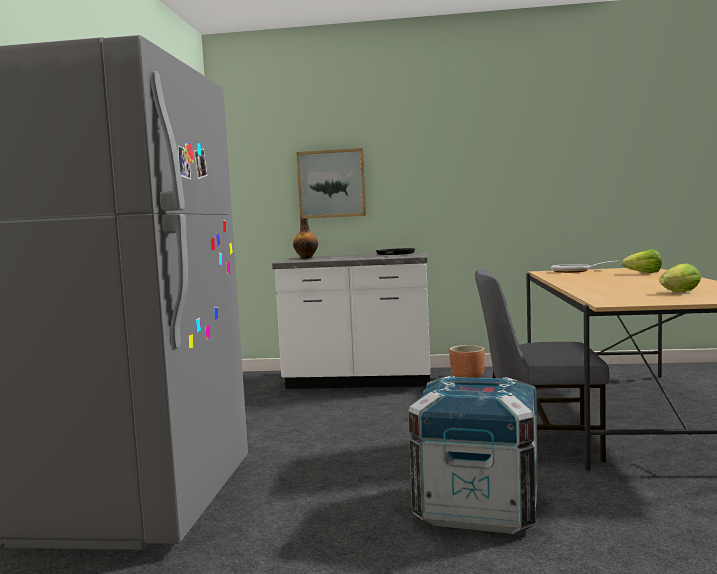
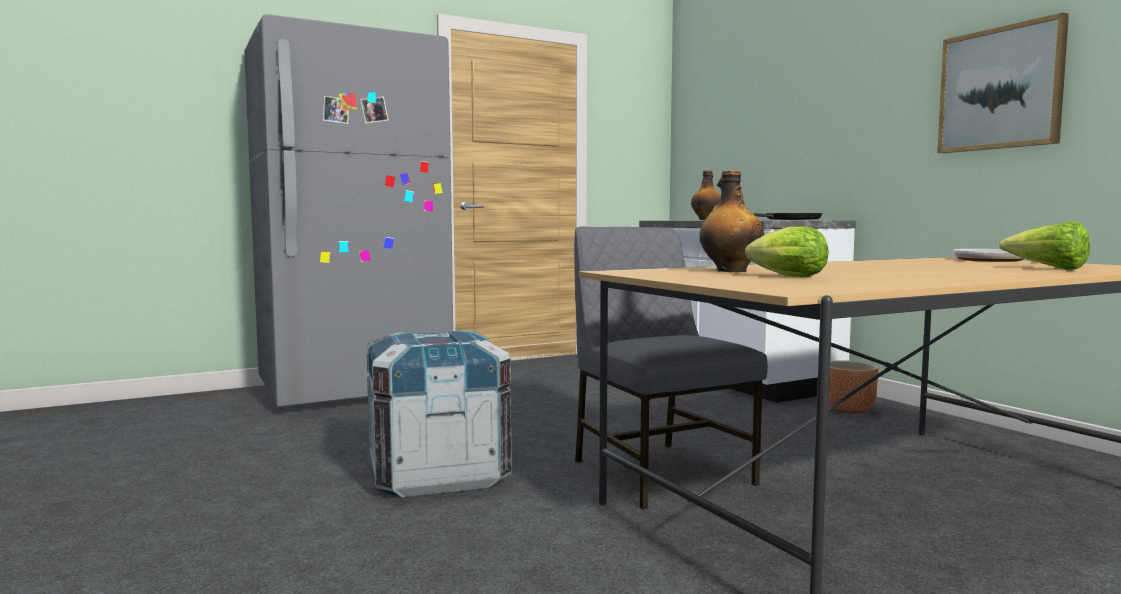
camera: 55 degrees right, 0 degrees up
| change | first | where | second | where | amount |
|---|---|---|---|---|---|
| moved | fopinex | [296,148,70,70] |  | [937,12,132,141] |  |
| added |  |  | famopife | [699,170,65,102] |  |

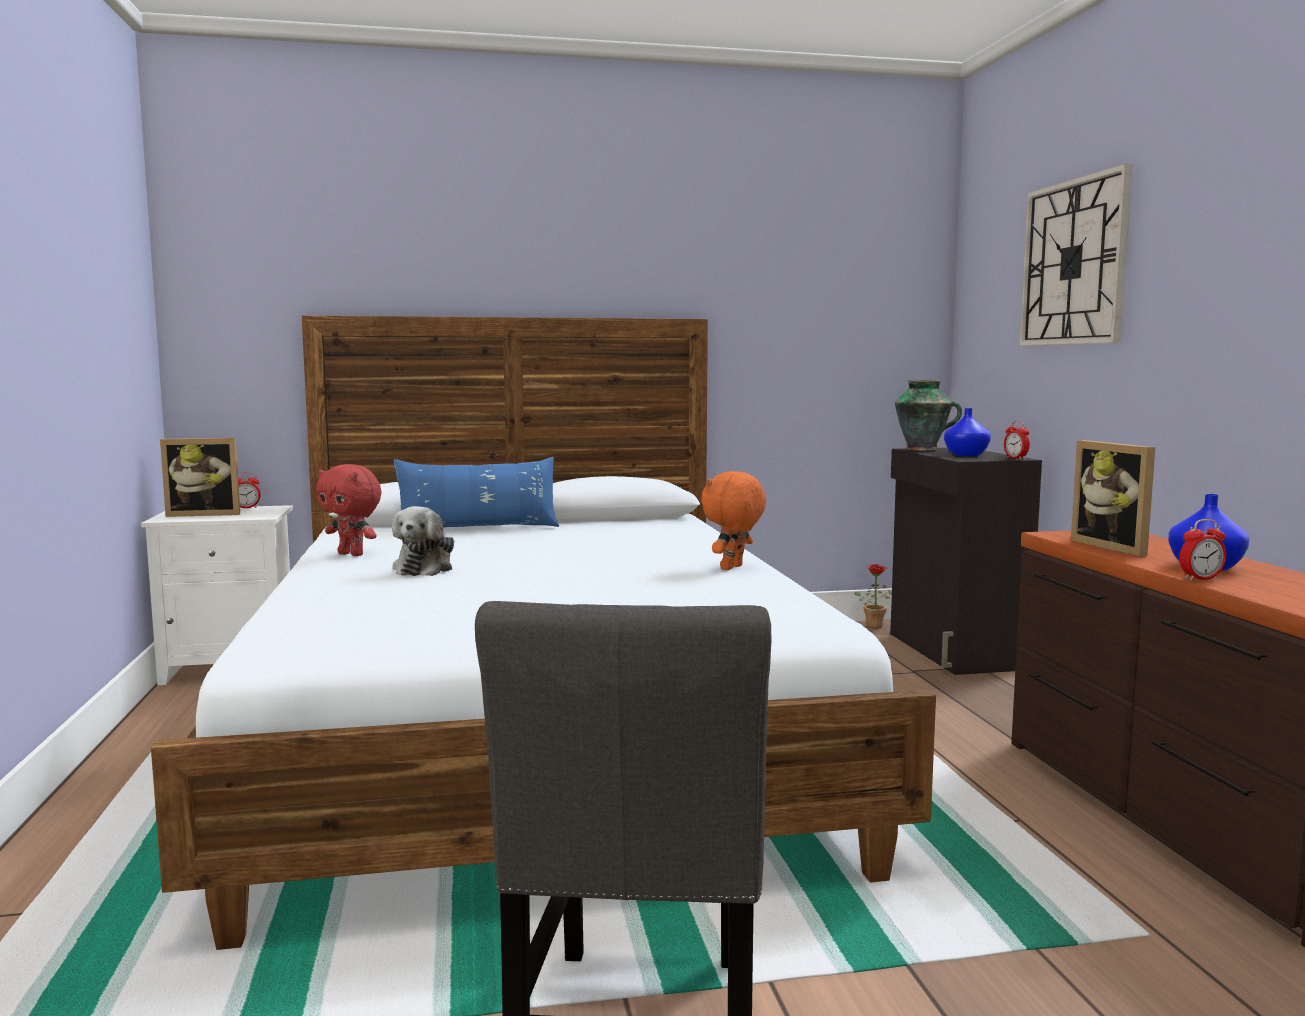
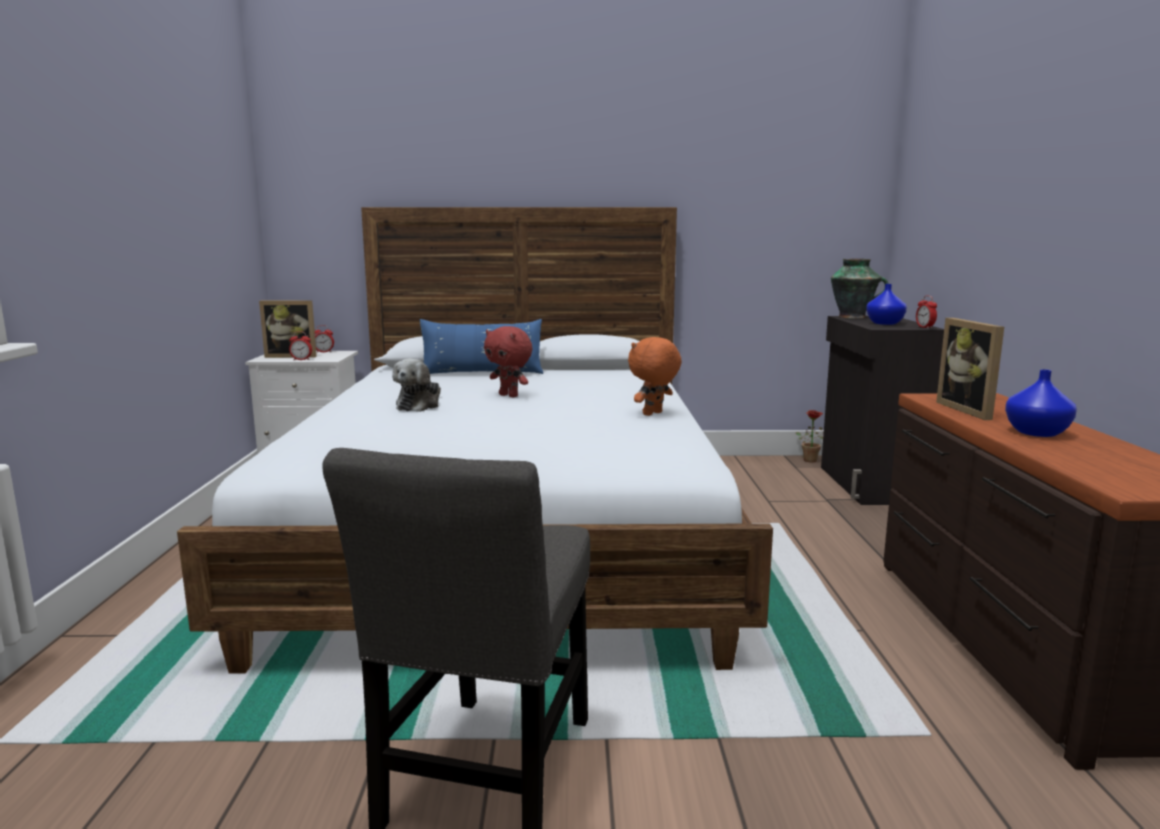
camera: 10 degrees right, 5 degrees up
| change | first | where | second | where | amount |
|---|---|---|---|---|---|
| moved | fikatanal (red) | [316,464,65,92] |  | [484,326,48,71] |  |
| removed | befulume | [1019,164,114,182] |  |  |  |
| moved | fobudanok | [1179,519,48,62] |  | [289,331,23,29] |  |

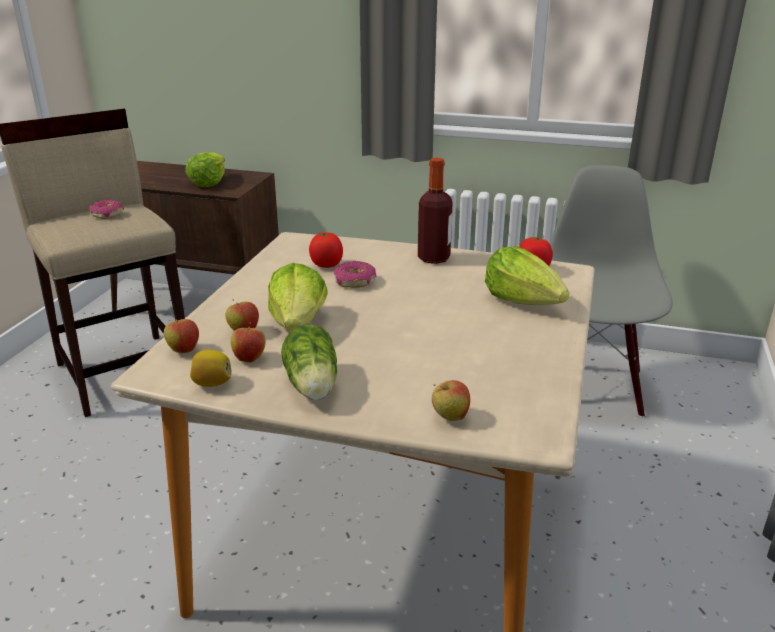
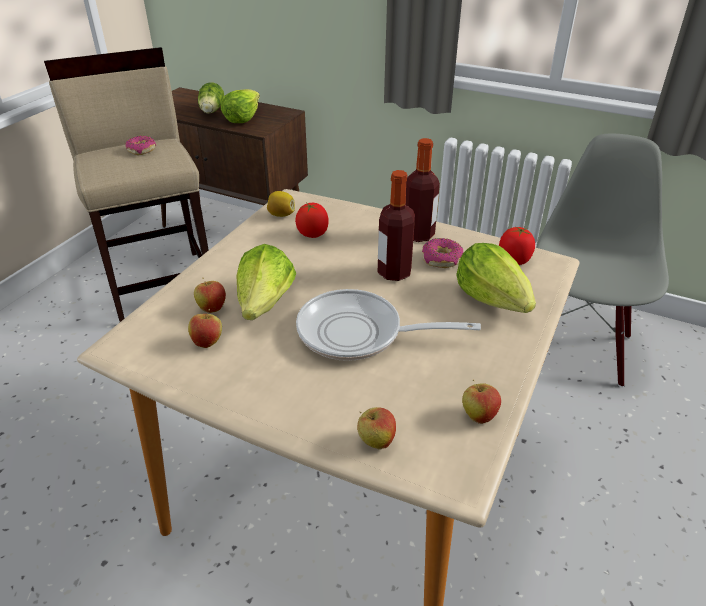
camera: 10 degrees right, 10 degrees up
| change | first | where | second | where | amount |
|---|---|---|---|---|---|
| moved | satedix | [164,316,35,38] |  | [462,379,39,45] |  |
| moved | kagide | [190,350,41,37] |  | [267,191,28,26] |  |
| moved | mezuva | [281,325,56,75] |  | [198,82,26,32] |  |
| moved | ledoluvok | [334,261,43,27] |  | [422,238,41,30] |  |
| added |  |  | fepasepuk | [296,289,185,72] |  |
| added |  |  | famopife | [378,170,37,111] |  |

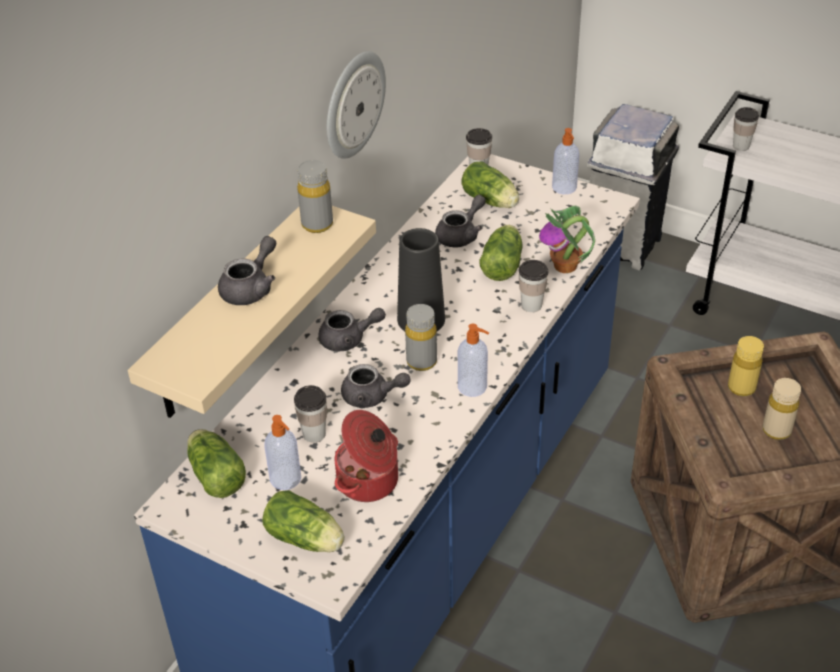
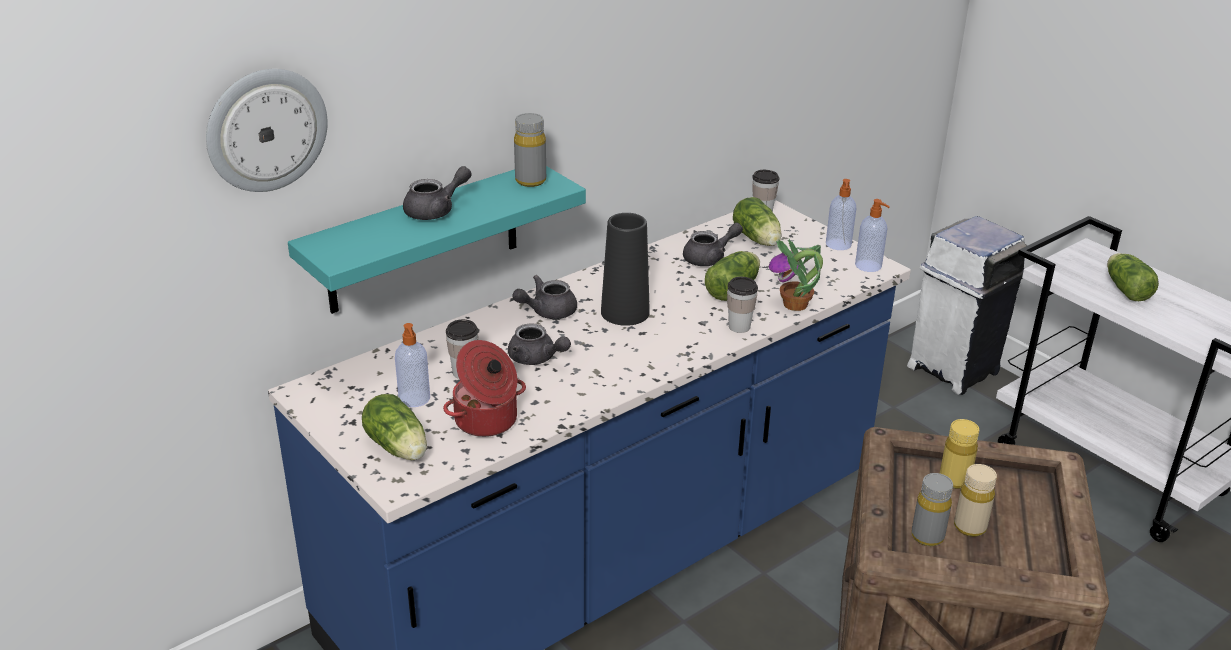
camera: 20 degrees right, 10 degrees down
| change | first | where | second | where | amount |
|---|---|---|---|---|---|
| recoloured | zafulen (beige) | [128,206,248,212] | zafulen (turquoise) | [288,166,298,148] |  |
| moved | mezuva | [187,429,59,69] |  | [1107,253,52,48] |  |
| turned | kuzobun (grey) | [318,308,68,43] |  | [512,275,65,44] | 135 degrees clockwise |
| moved | befulume | [327,51,59,108] |  | [206,69,122,123] |  |
| moved | famopife (grey) | [405,304,32,67] |  | [911,473,42,73] |  |
| moved | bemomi | [458,324,31,73] |  | [855,199,35,73] |  |
| removed | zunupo | [733,107,26,44] |  |  |  |

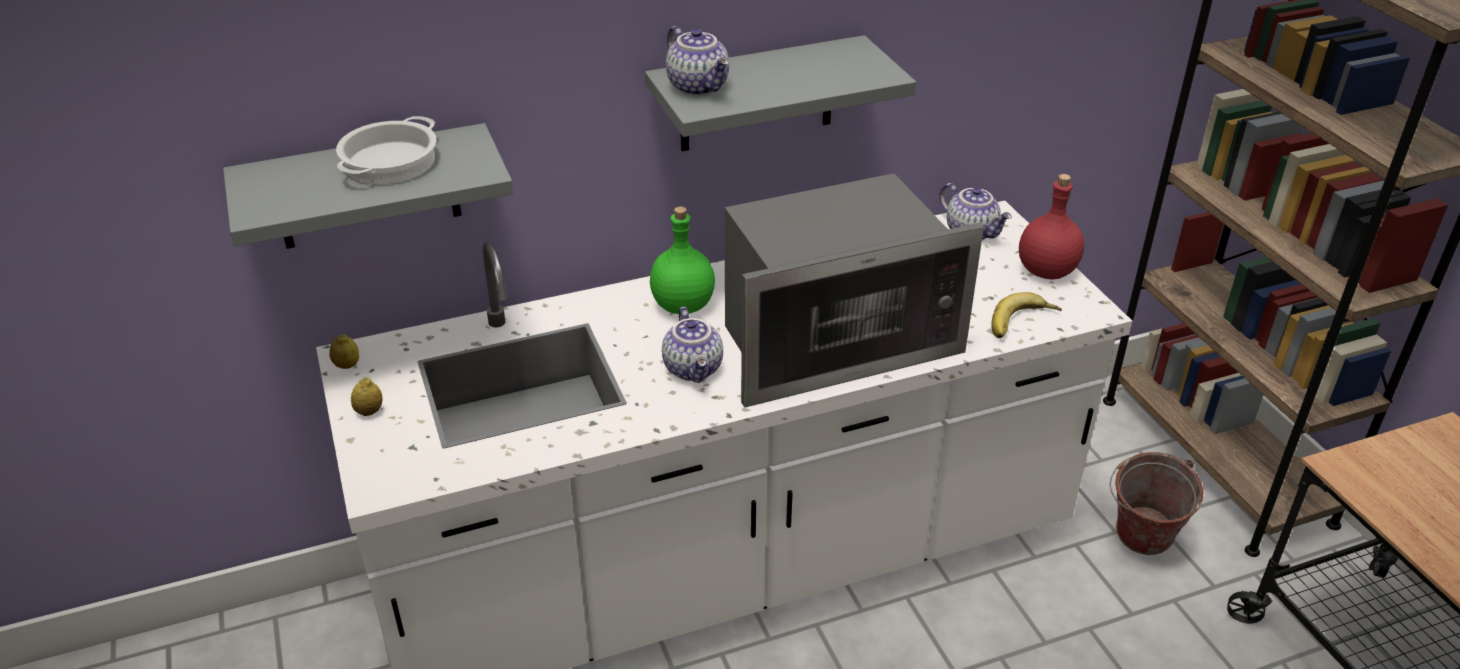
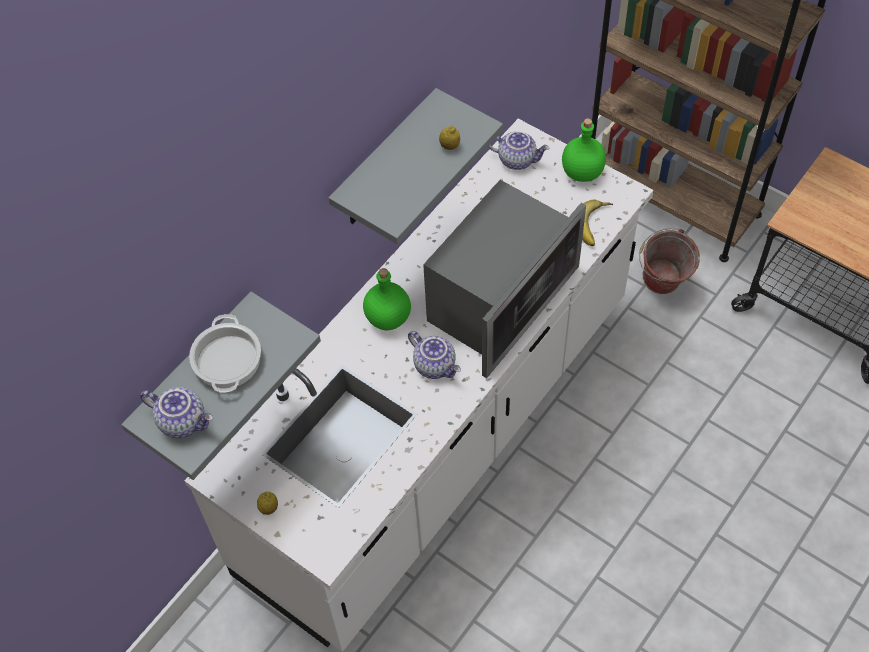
camera: 30 degrees left, 20 degrees up
| change | first | where | second | where | amount |
|---|---|---|---|---|---|
| moved | kagide | [329,334,30,35] |  | [439,126,21,24] |  |
| moved | kuzobun | [666,26,63,70] |  | [140,387,73,51] |  |
| recoloured | famopife (red) | [1019,174,65,106] | famopife (green) | [562,118,44,64] |  |

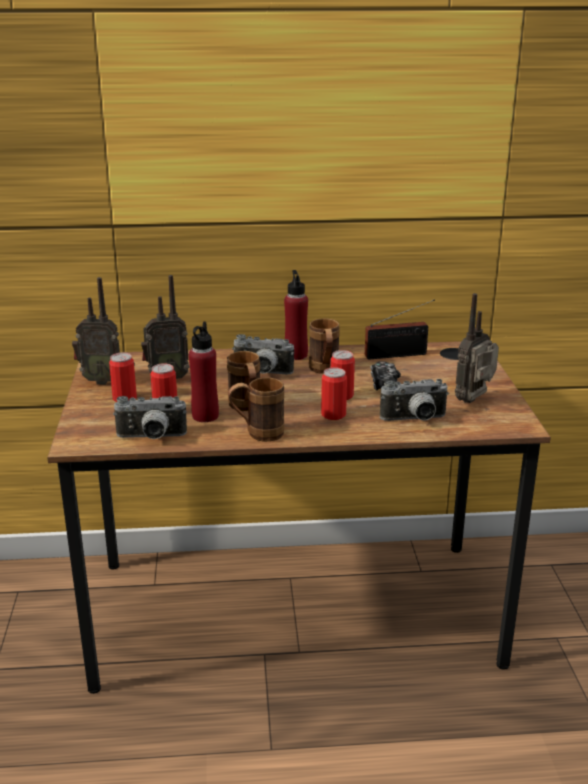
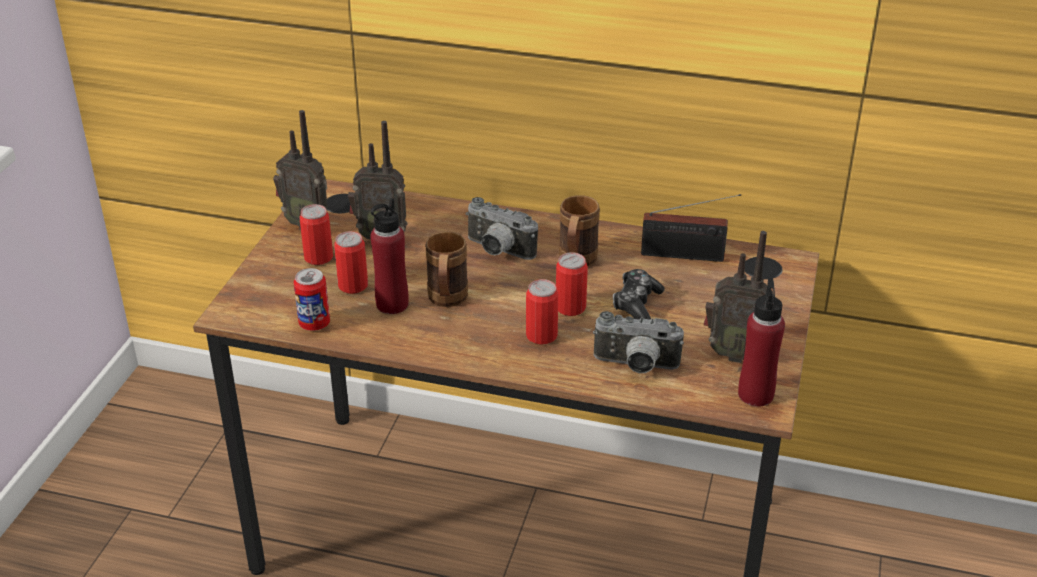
camera: 20 degrees right, 10 degrees up
| change | first | where | second | where | amount |
|---|---|---|---|---|---|
| replaced | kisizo | [113,396,74,43] | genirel | [294,268,36,63] |  |
| removed | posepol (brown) | [228,377,56,65] |  |  |  |
| moved | famopife (red) | [284,270,24,90] |  | [738,278,47,128] |  |
| turned | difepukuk | [455,293,44,110] |  | [704,231,69,132] | 135 degrees counterclockwise |

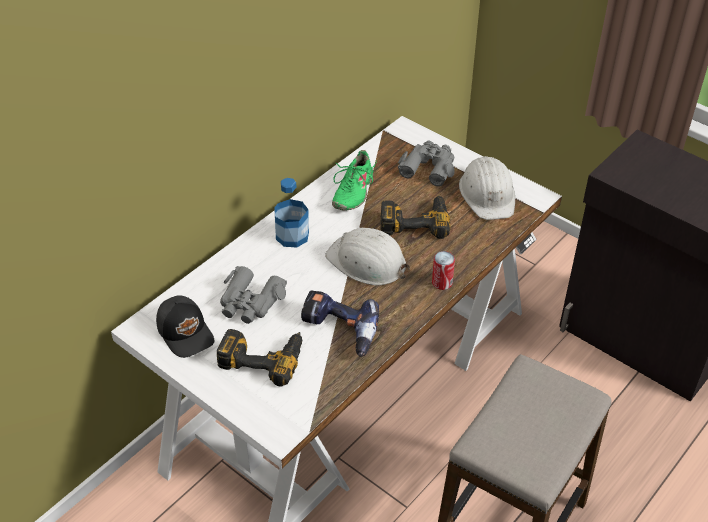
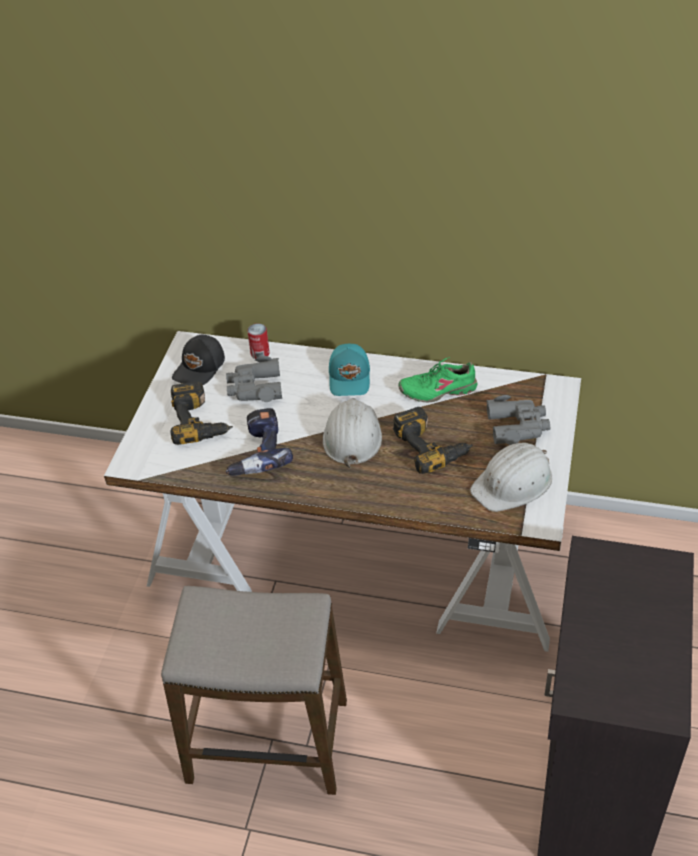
camera: 65 degrees right, 0 degrees up
| change | first | where | second | where | amount |
|---|---|---|---|---|---|
| replaced | famopife | [274,178,35,69] | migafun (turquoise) | [329,344,41,52] |  |
| moved | genirel | [432,251,23,39] |  | [247,323,23,36] |  |

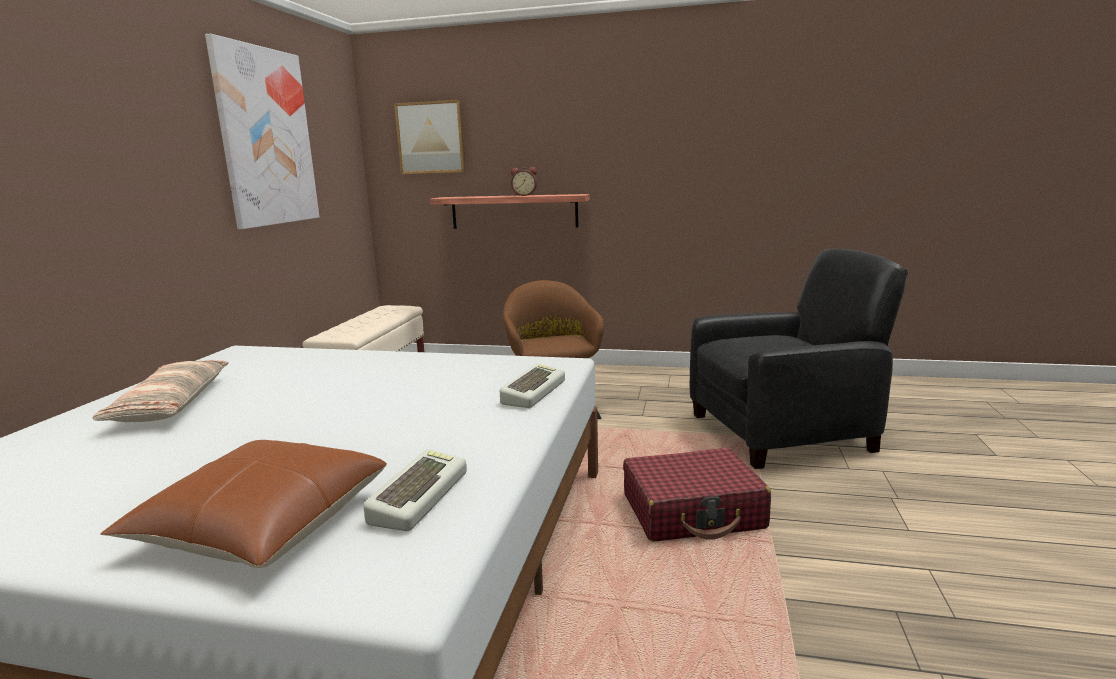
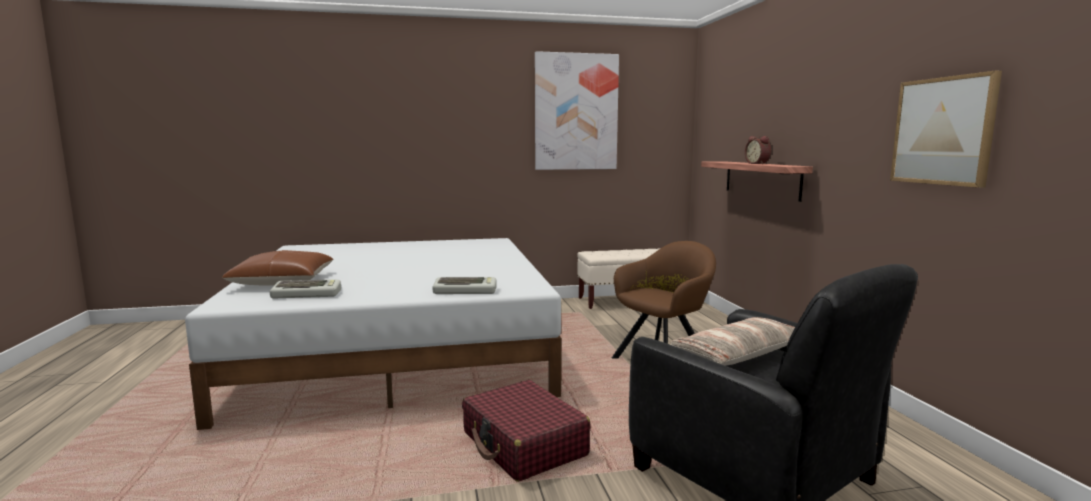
camera: 65 degrees right, 5 degrees down
| change | first | where | second | where | amount |
|---|---|---|---|---|---|
| moved | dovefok | [93,360,136,62] |  | [670,317,125,48] |  |
| moved | fopinex | [394,100,72,74] |  | [890,71,112,117] |  |

